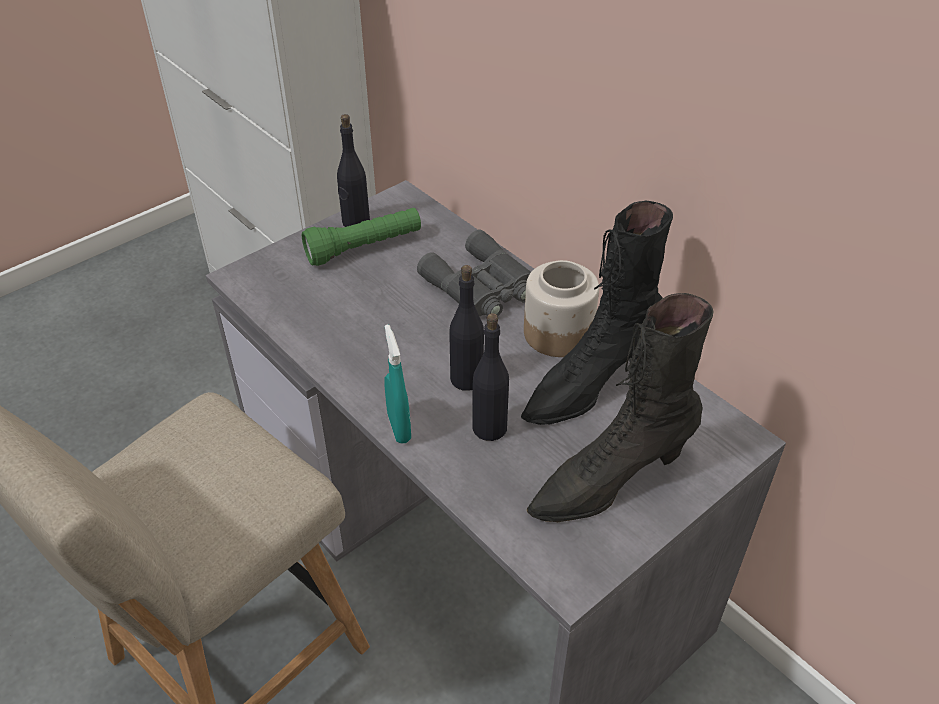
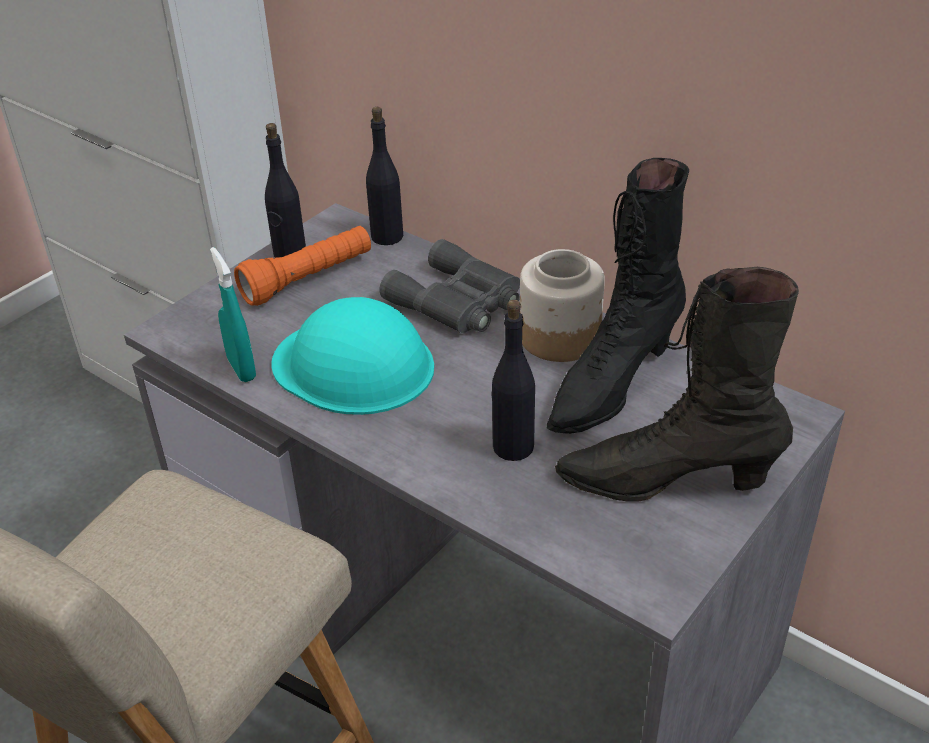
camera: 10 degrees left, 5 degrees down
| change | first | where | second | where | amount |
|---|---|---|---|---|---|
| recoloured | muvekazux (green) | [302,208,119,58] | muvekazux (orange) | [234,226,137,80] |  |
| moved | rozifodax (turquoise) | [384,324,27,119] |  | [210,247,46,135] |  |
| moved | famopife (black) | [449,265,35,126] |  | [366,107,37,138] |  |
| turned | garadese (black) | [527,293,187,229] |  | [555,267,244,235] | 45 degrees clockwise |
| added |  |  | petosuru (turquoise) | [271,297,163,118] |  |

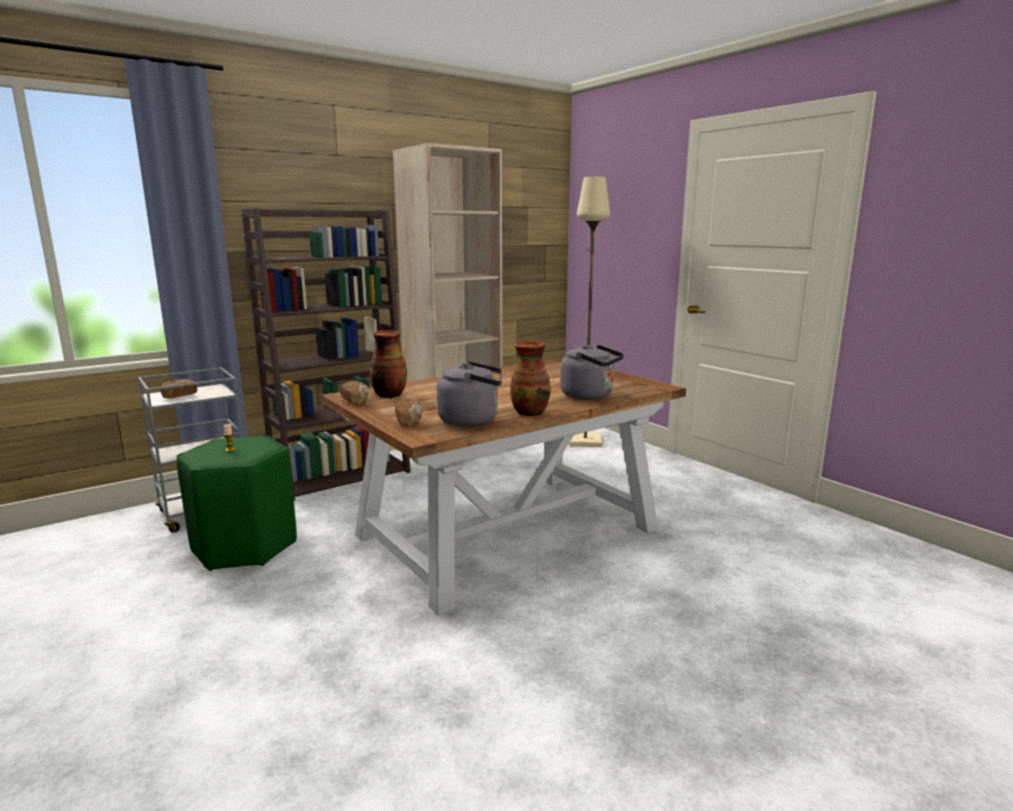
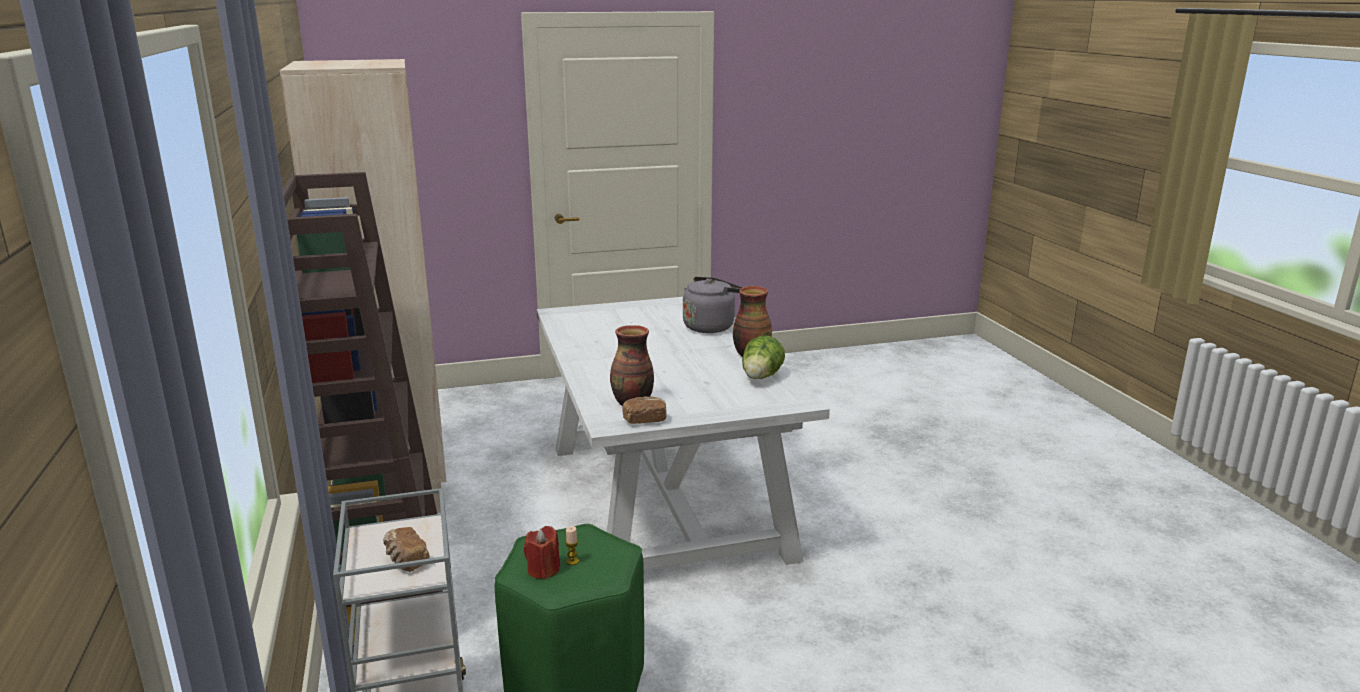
camera: 70 degrees left, 5 degrees up
| change | first | where | second | where | amount |
|---|---|---|---|---|---|
| recoloured | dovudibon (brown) | [321,358,365,257] | dovudibon (white) | [537,297,293,273] |  |
| removed | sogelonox | [395,398,27,28] |  |  |  |
| replaced | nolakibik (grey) | [437,361,65,66] | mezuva | [742,336,43,43] |  |
| removed | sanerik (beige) | [569,177,41,270] |  |  |  |
| added |  |  | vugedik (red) | [524,526,36,53] |  |

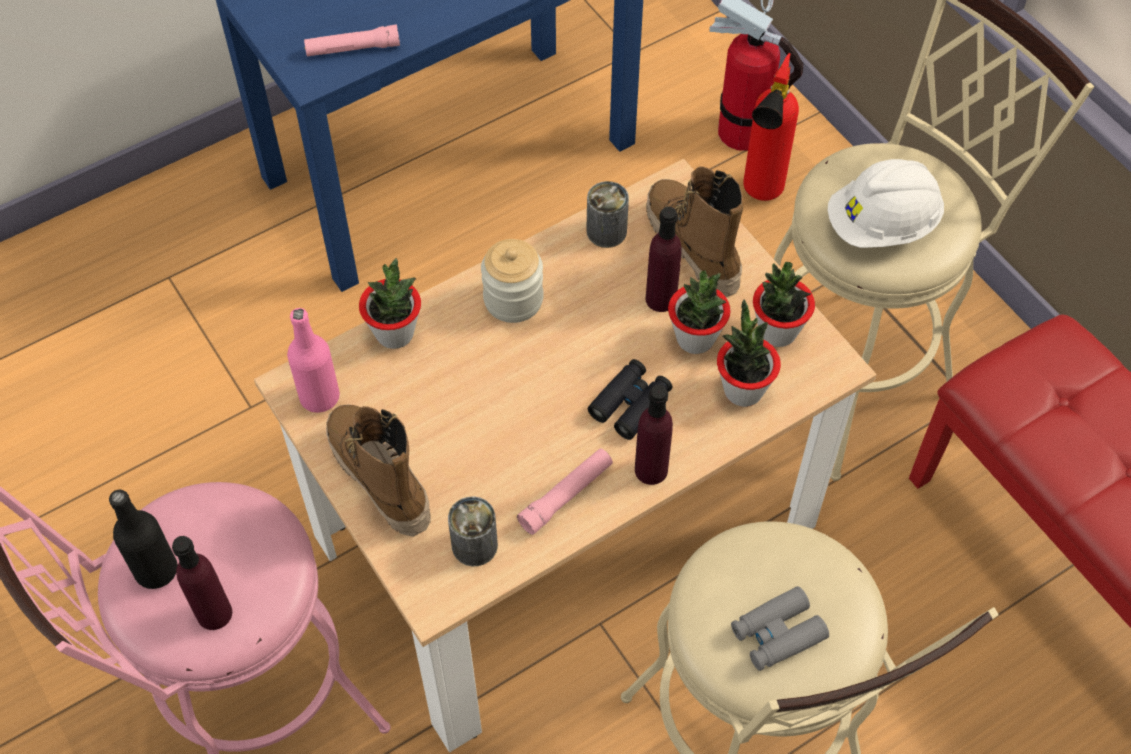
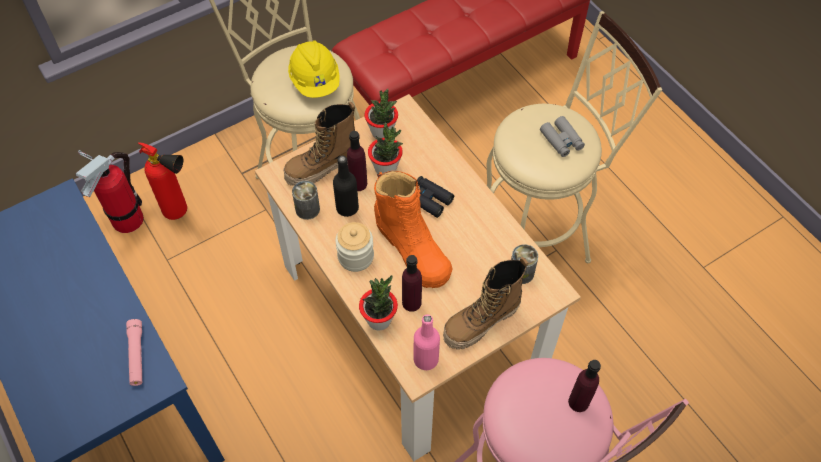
camera: 90 degrees left, 0 degrees up
| change | first | where | second | where | amount |
|---|---|---|---|---|---|
| moved | famopife (black) | [109,490,69,99] |  | [333,156,26,61] |  |
| removed | muvekazux (pink) | [517,448,96,87] |  |  |  |
| moved | famopife (purple) | [635,385,38,100] |  | [402,255,20,57] |  |
| removed | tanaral | [717,299,64,108] |  |  |  |
| recoloured | petosuru (white) | [828,159,116,89] | petosuru (yellow) | [288,40,52,58] |  |
| added |  |  | garadese (orange) | [374,171,78,117] |  |

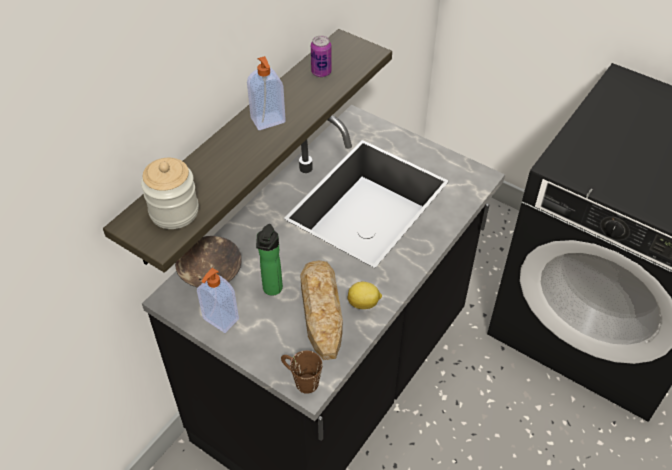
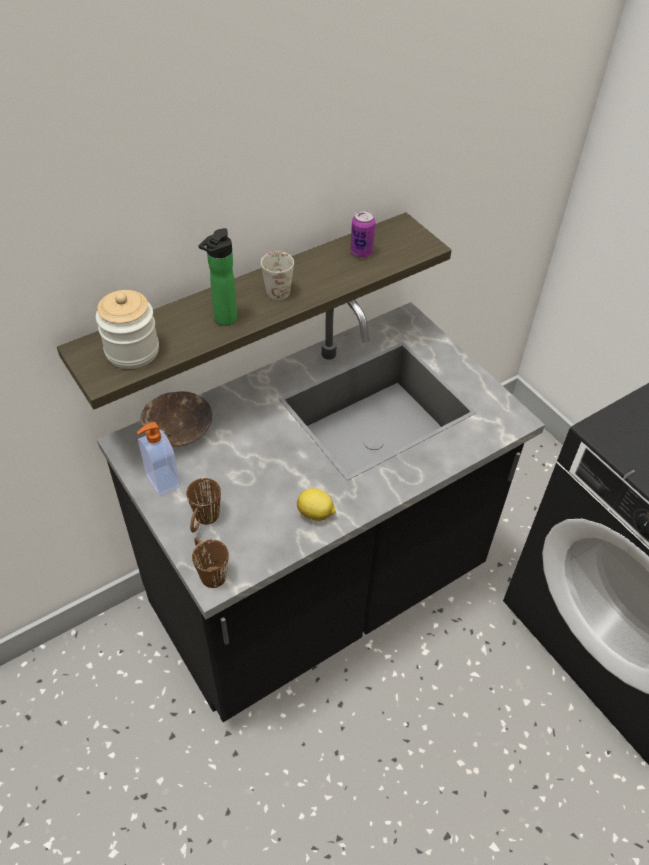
camera: 20 degrees right, 0 degrees up
| change | first | where | second | where | amount |
|---|---|---|---|---|---|
| replaced | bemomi | [247,56,39,74] | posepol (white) | [261,251,33,49] |  |
| moved | famopife | [256,224,27,72] |  | [199,228,38,98] |  |
| removed | sogelonox | [300,261,43,99] |  |  |  |
| added |  |  | posepol (brown) | [186,478,35,55] |  |

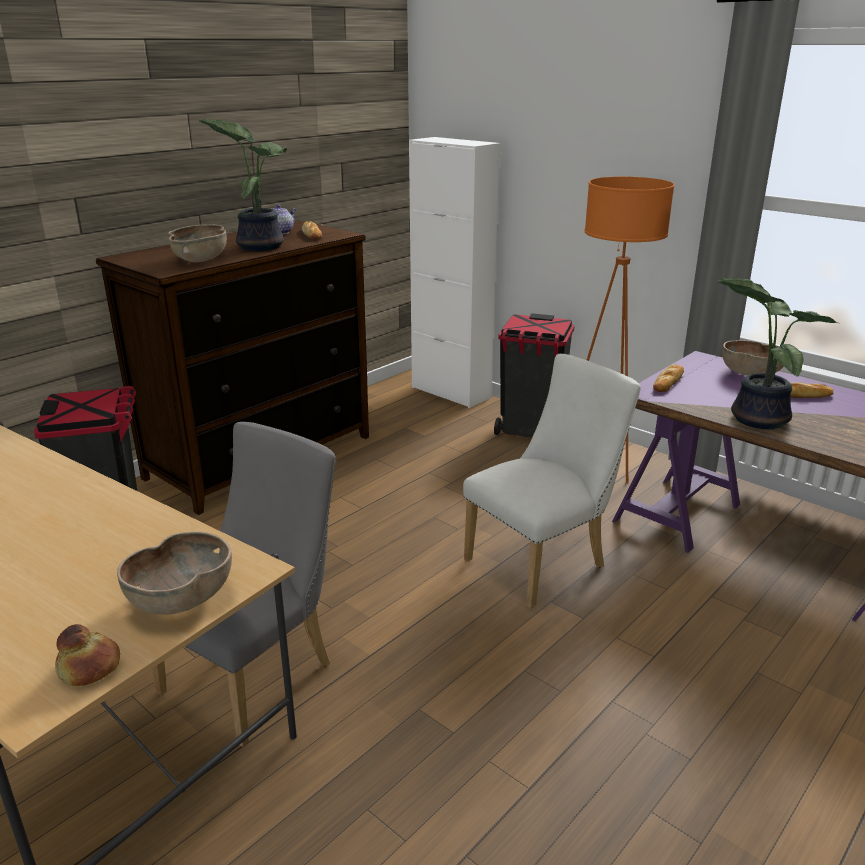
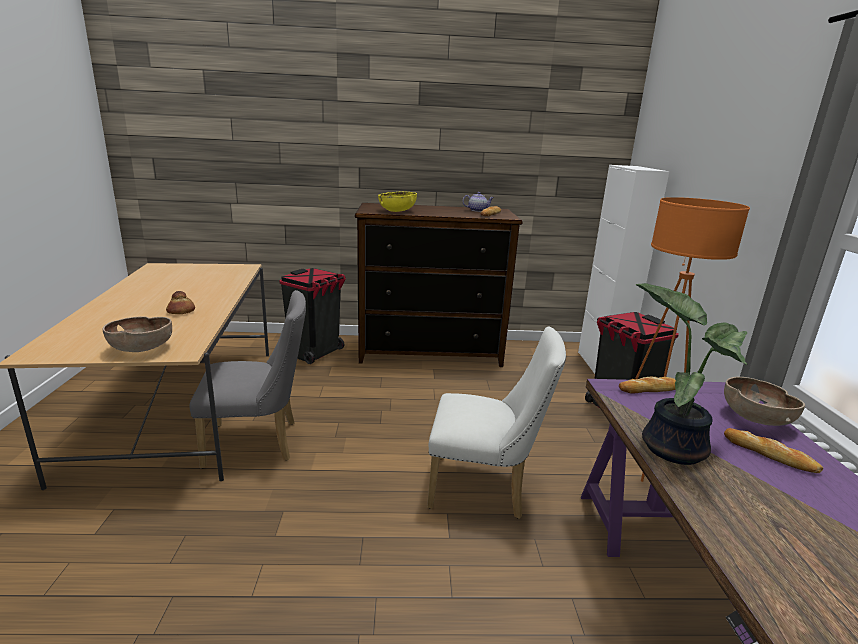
camera: 45 degrees right, 5 degrees down
| change | first | where | second | where | amount |
|---|---|---|---|---|---|
| moved | sogelonox | [55,624,65,62] |  | [166,291,29,23] |  |
| recoloured | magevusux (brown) | [168,225,59,37] | magevusux (yellow) | [378,192,39,20] |  |
| removed | tanaral | [199,119,88,132] |  |  |  |

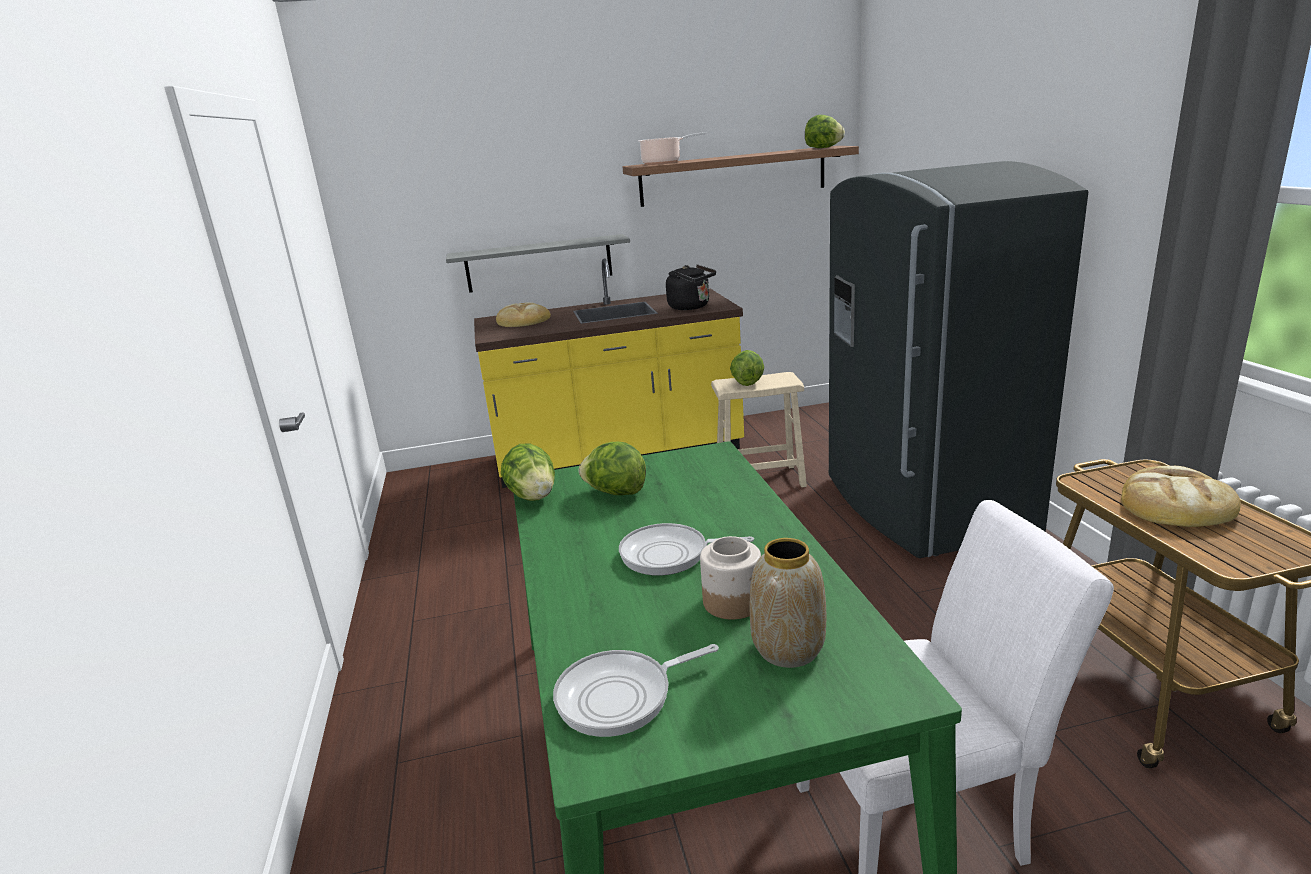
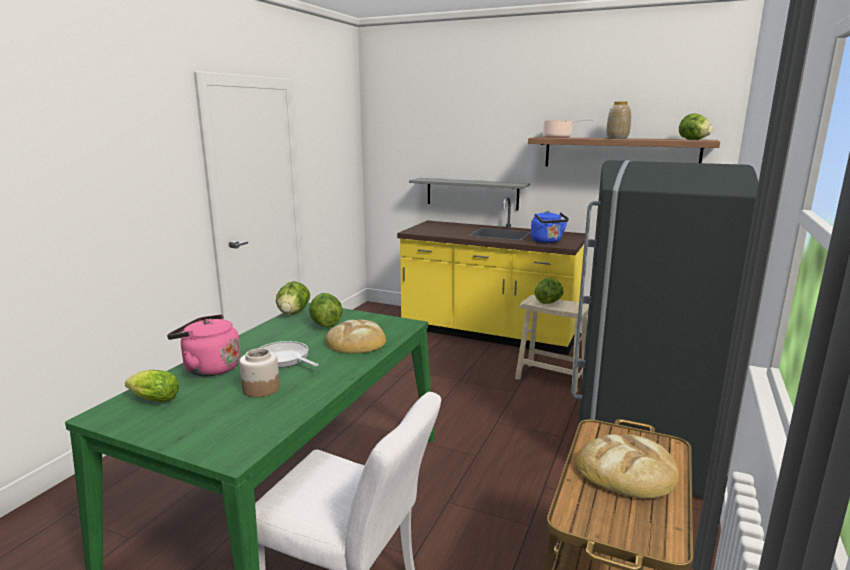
camera: 35 degrees right, 5 degrees down
| change | first | where | second | where | amount |
|---|---|---|---|---|---|
| moved | sogelonox | [496,302,55,25] |  | [326,319,60,35] |  |
| replaced | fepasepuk | [553,644,166,93] | mezuva | [125,370,54,33] |  |
| recoloured | nolakibik (black) | [666,265,50,45] | nolakibik (blue) | [531,211,38,32] |  |
| moved | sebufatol | [750,538,76,130] |  | [606,102,25,37] |  |
| added |  |  | nolakibik (pink) | [167,314,73,63] |  |

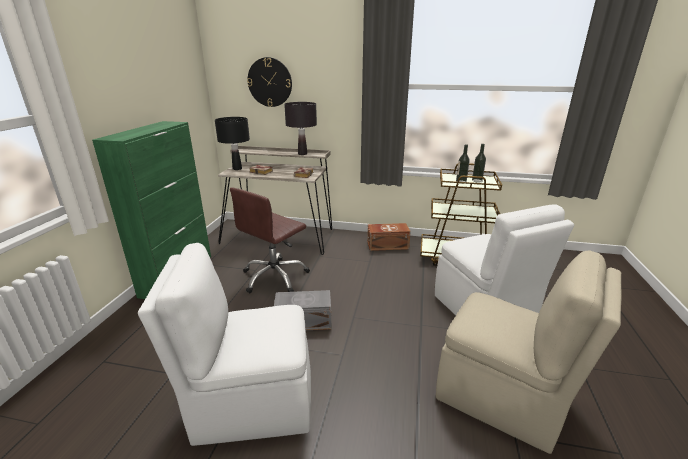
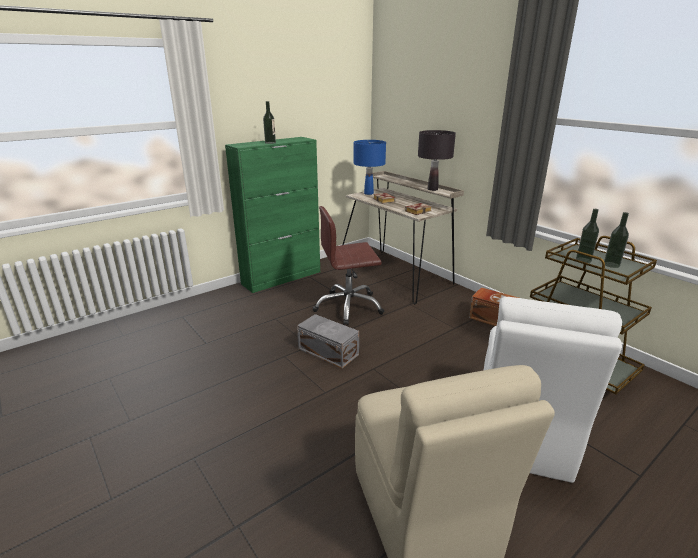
camera: 40 degrees right, 0 degrees up
| change | first | where | second | where | amount |
|---|---|---|---|---|---|
| removed | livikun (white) | [138,243,173,203] |  |  |  |
| recoloured | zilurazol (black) | [215,117,35,53] | zilurazol (blue) | [354,140,32,55] |  |
| removed | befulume | [247,57,45,50] |  |  |  |
| added |  |  | famopife | [263,101,13,43] |  |

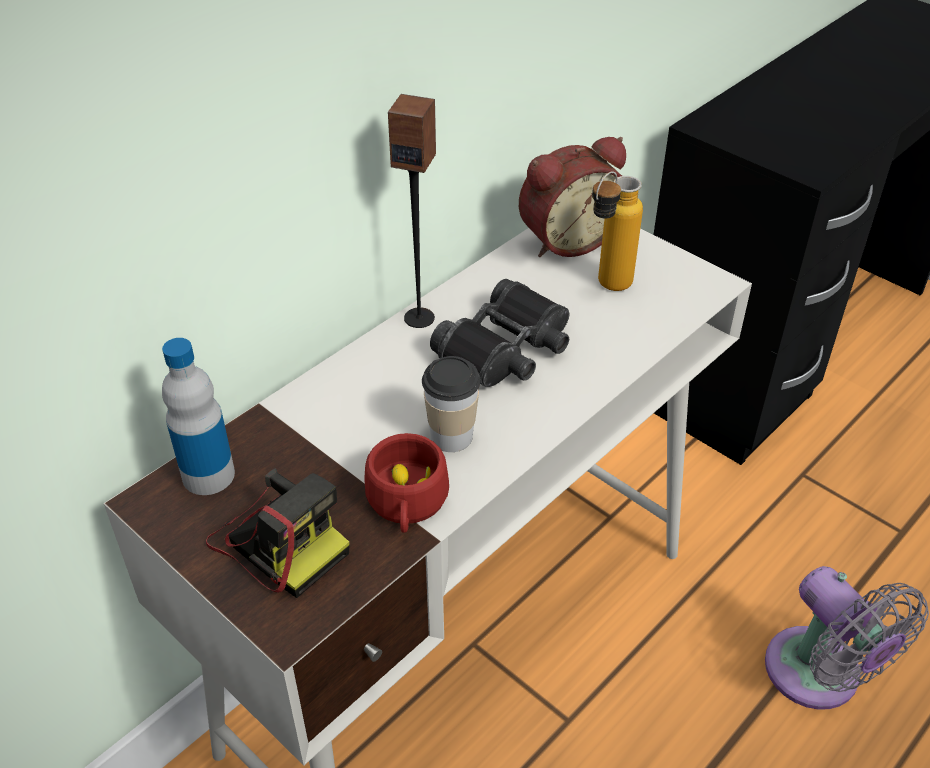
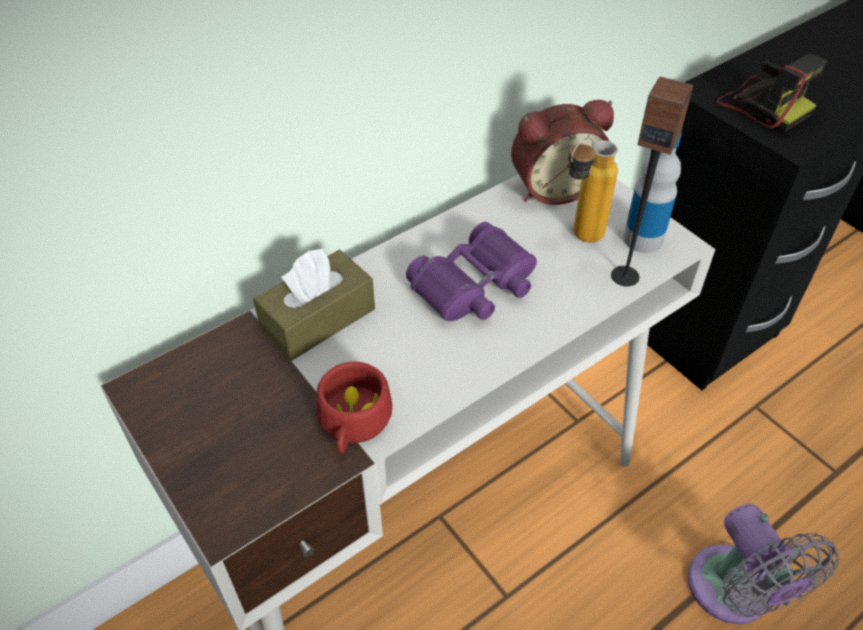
camera: 10 degrees right, 5 degrees up
| change | first | where | second | where | amount |
|---|---|---|---|---|---|
| moved | famopife | [162,338,73,157] |  | [624,132,58,121] |  |
| moved | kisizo | [206,468,144,130] |  | [717,54,111,78] |  |
| moved | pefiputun | [388,94,48,234] |  | [611,76,82,211] |  |
| removed | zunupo | [422,356,59,96] |  |  |  |
| recoloured | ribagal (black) | [430,279,140,108] | ribagal (purple) | [406,222,131,99] |  |
| added |  |  | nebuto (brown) | [253,247,122,114] |  |

